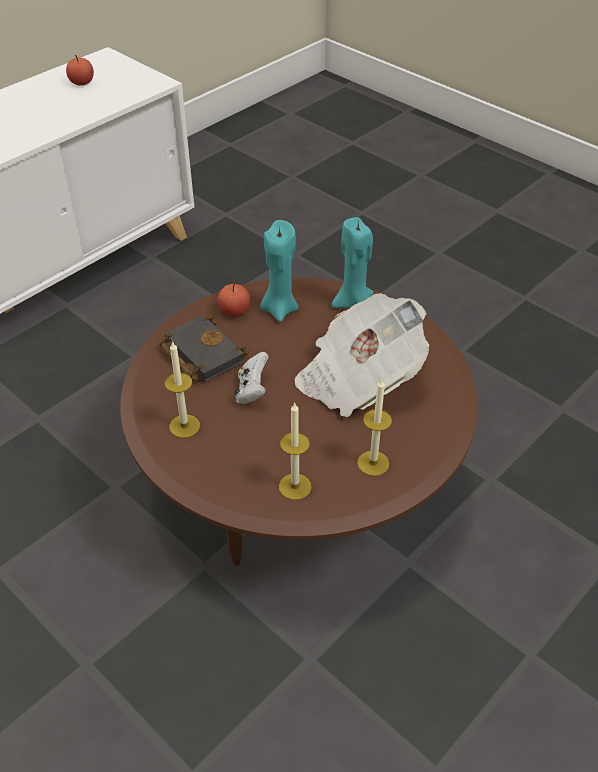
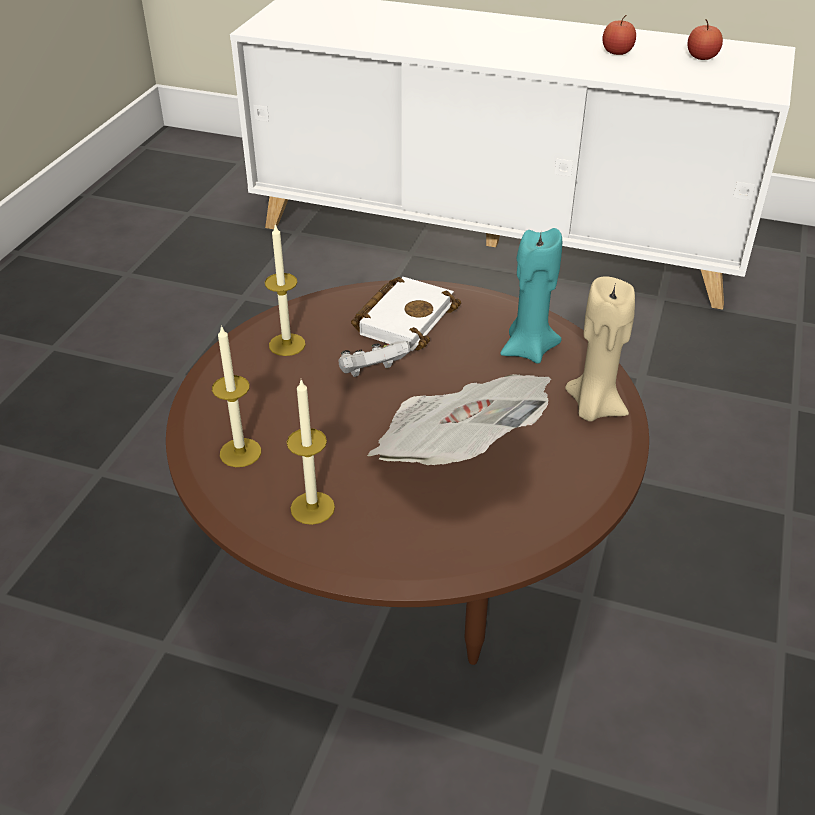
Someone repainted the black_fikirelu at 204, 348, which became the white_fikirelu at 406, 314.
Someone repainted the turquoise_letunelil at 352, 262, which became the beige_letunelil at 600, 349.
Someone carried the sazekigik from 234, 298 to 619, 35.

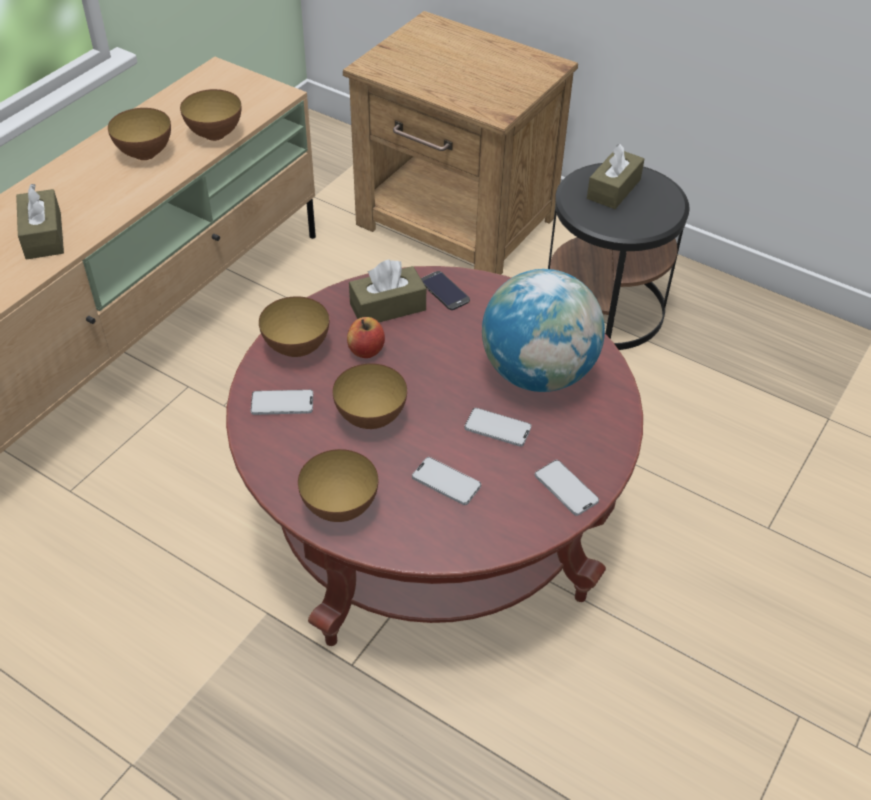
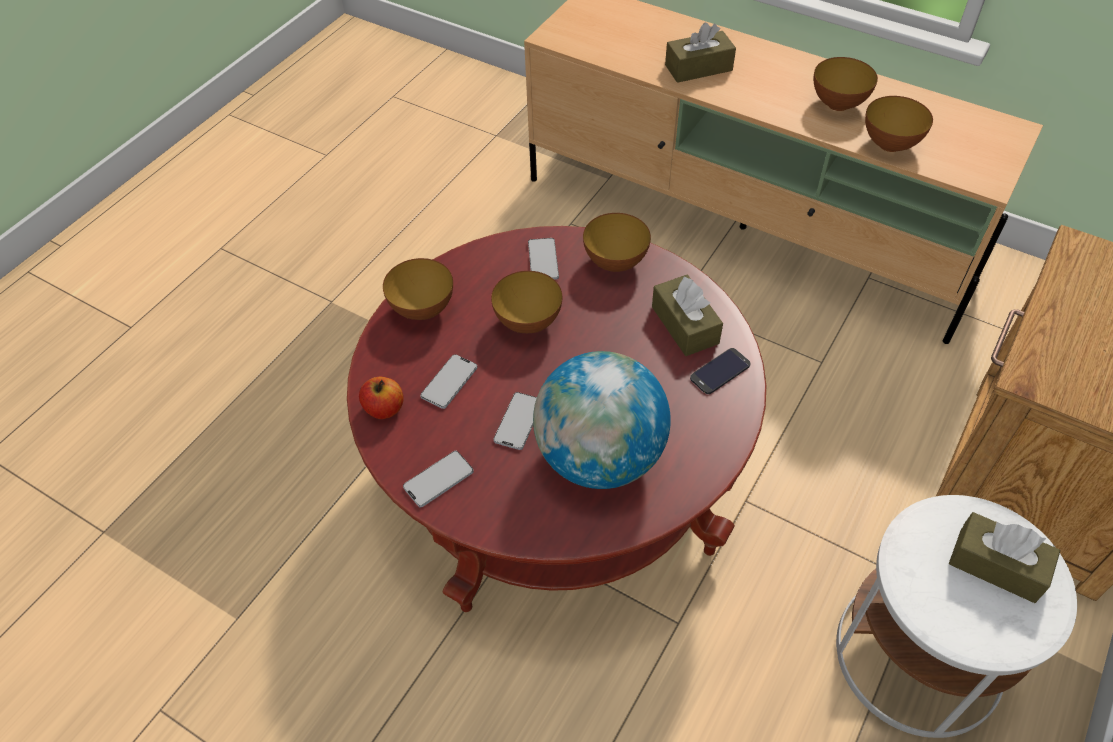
Someone carried the sazekigik from 366, 337 to 381, 398.
Someone repainted the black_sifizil at 618, 256, which became the white_sifizil at 956, 616.

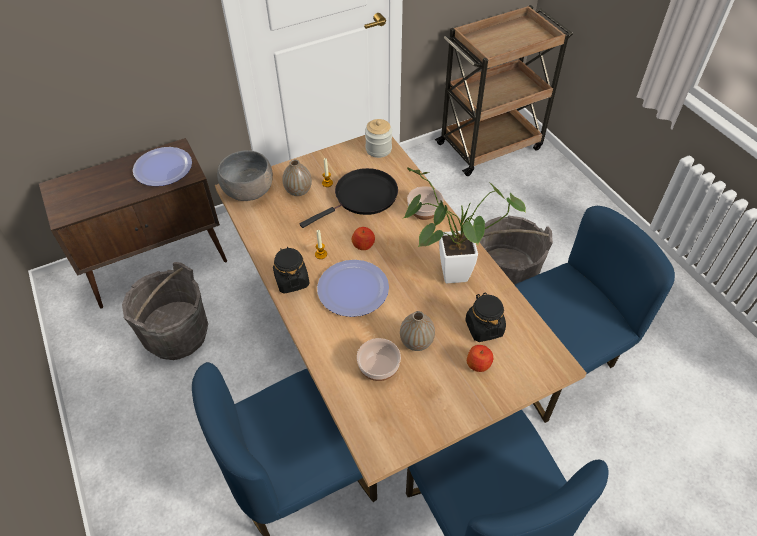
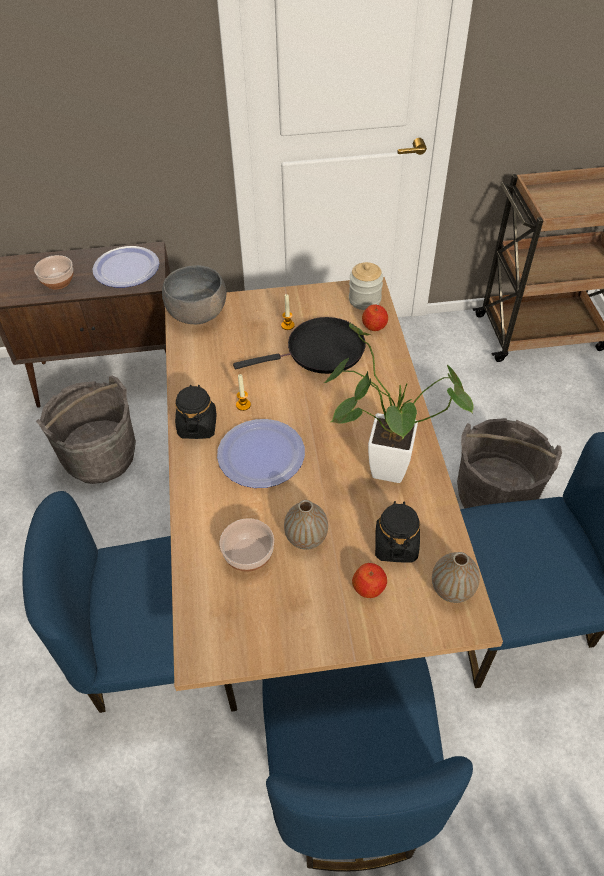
Someone carried the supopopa from 425, 203 to 54, 272.
Someone carried the sazekigik from 363, 238 to 375, 317.
Someone carried the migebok from 297, 178 to 456, 577.

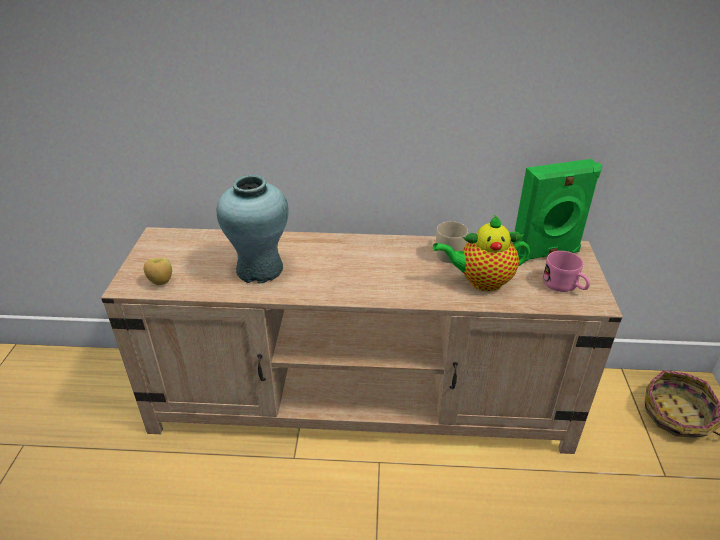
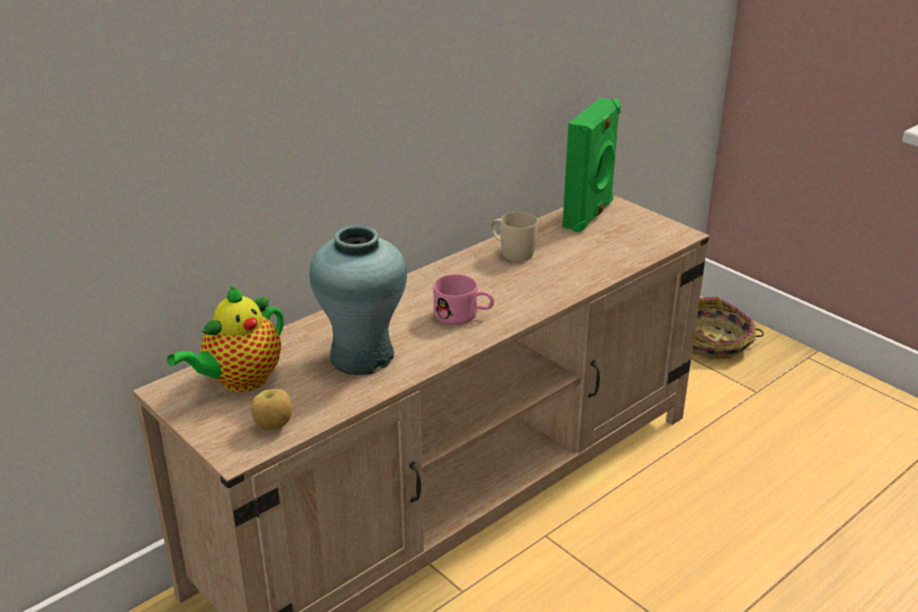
Someone carried the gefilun from 481, 253 to 225, 339.
Someone carried the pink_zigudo from 566, 271 to 463, 299.

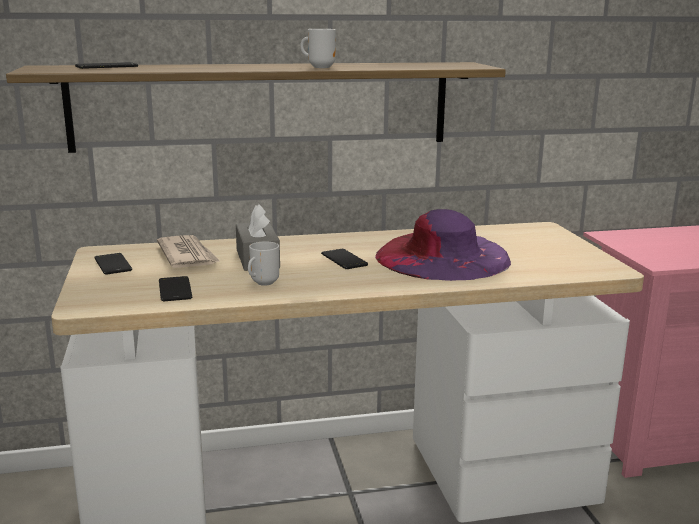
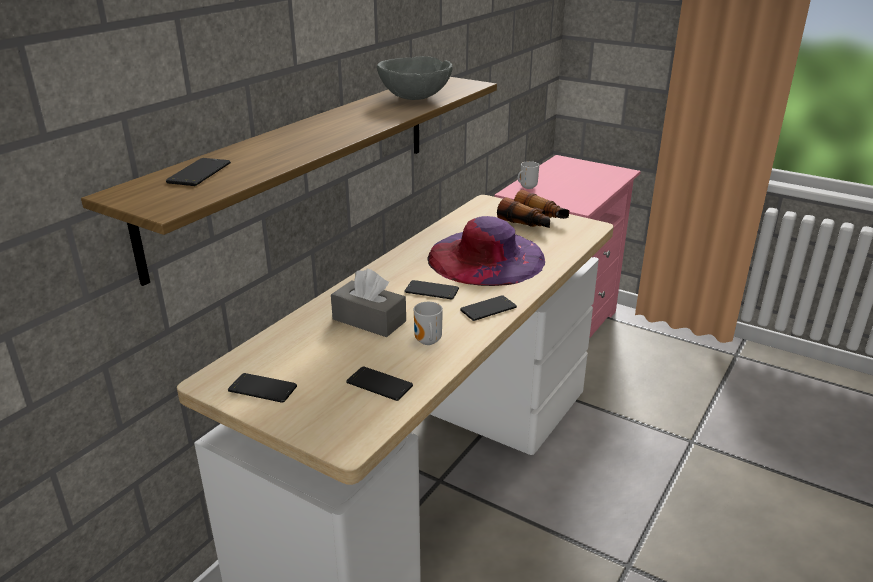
Someone put down the grey_supopopa at 415, 78.
Someone put down the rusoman at 488, 308.
Someone put down the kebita at 533, 209.
Someone carried the zigudo from 318, 48 to 528, 175.
Someone took away the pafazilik at 189, 251.

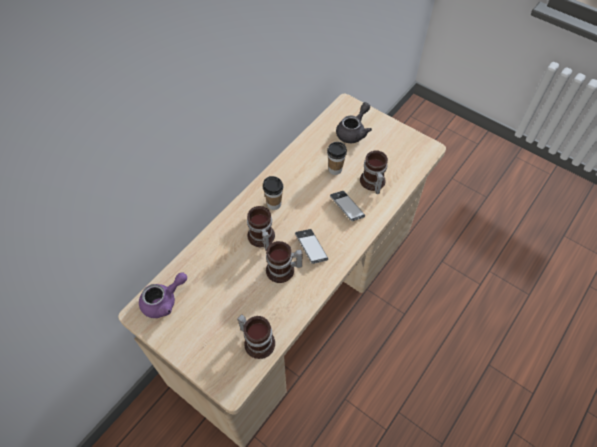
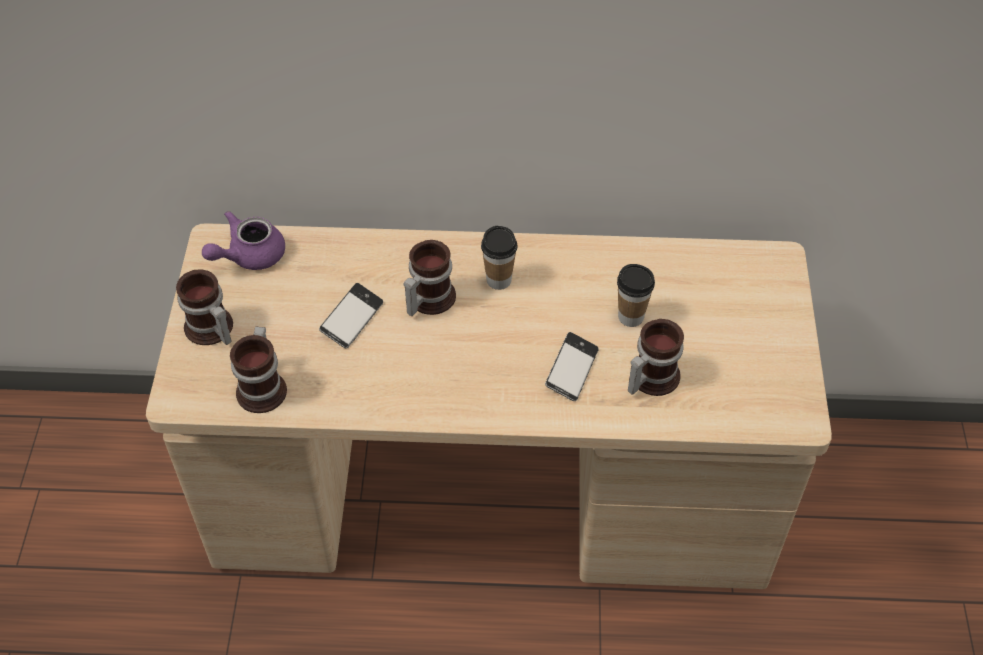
Someone carried the zigudo from 284, 262 to 204, 307.
Someone rotated the purple_gefilun at 163, 295 by 120 degrees clockwise.
Someone carried the rusoman from 311, 246 to 351, 315.
Someone took away the grey_gefilun at 354, 122.

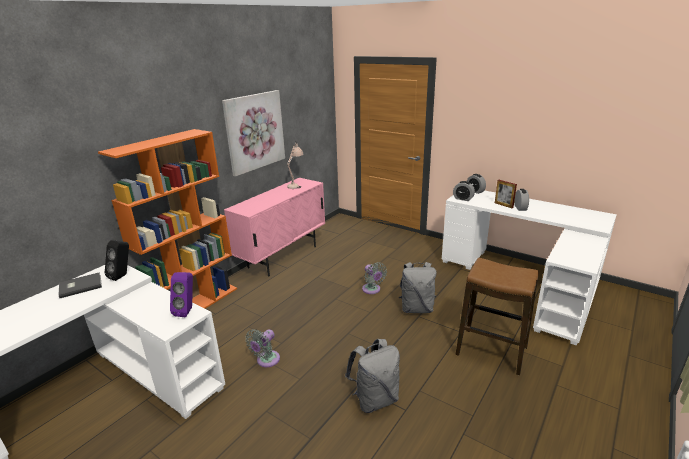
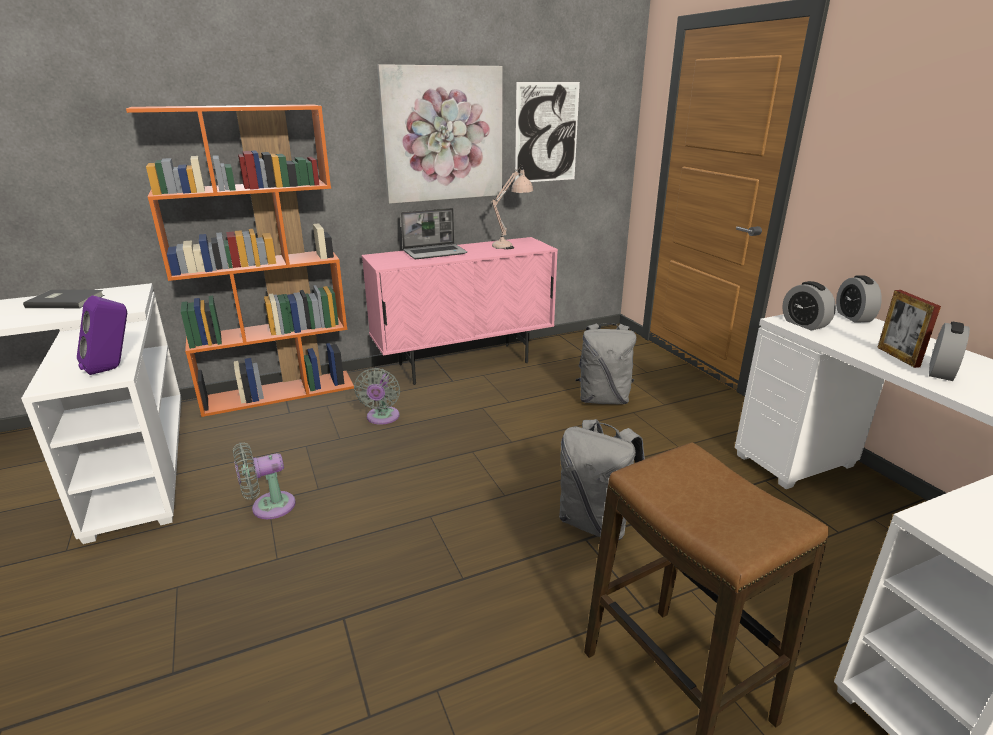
Someone carried the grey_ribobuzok from 374, 278 to 377, 396.
Someone put down the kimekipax at 434, 233.
Someone put up the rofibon at 547, 132.
Someone carried the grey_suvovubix from 372, 376 to 606, 363.
Someone took away the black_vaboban at 117, 260.

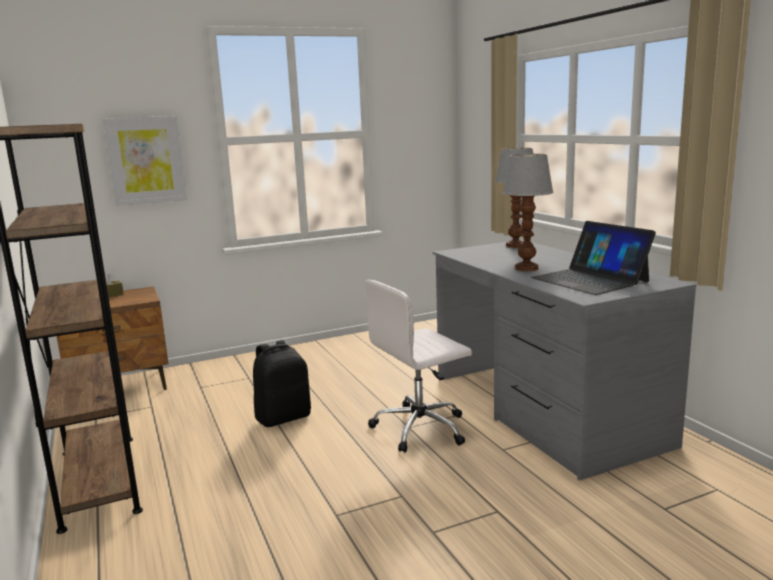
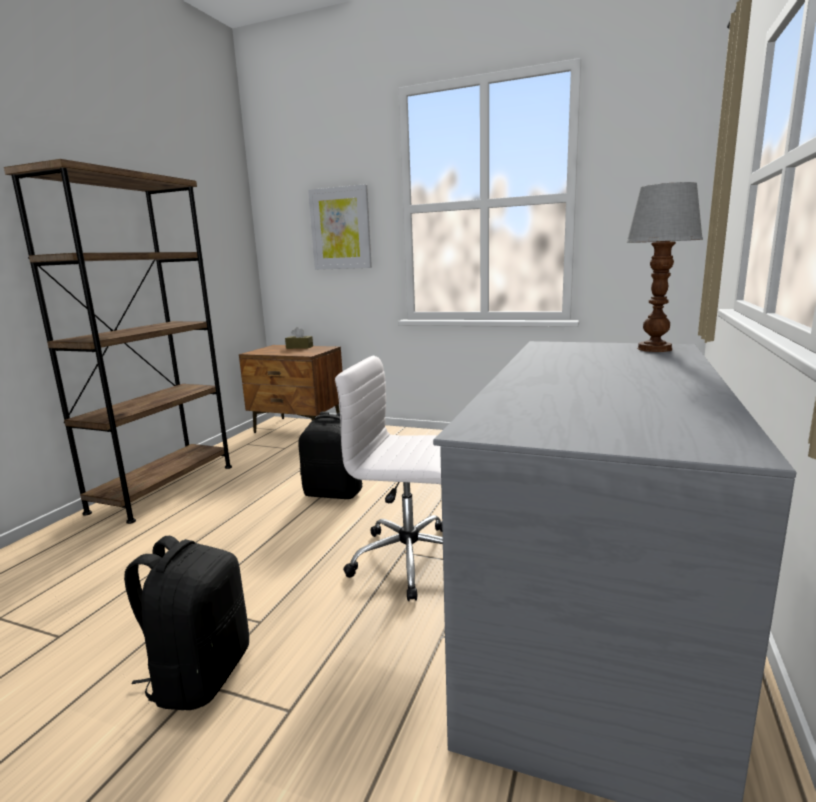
Someone put down the black_suvovubix at 186, 623.
Someone took away the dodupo at 528, 212.
Someone took away the kimekipax at 593, 258.

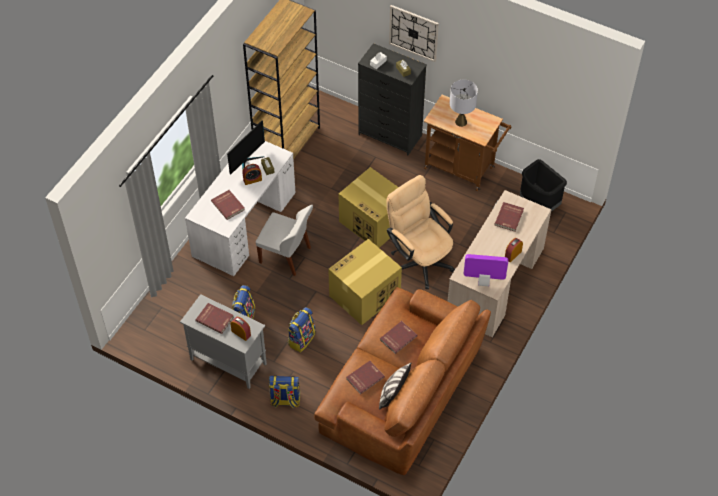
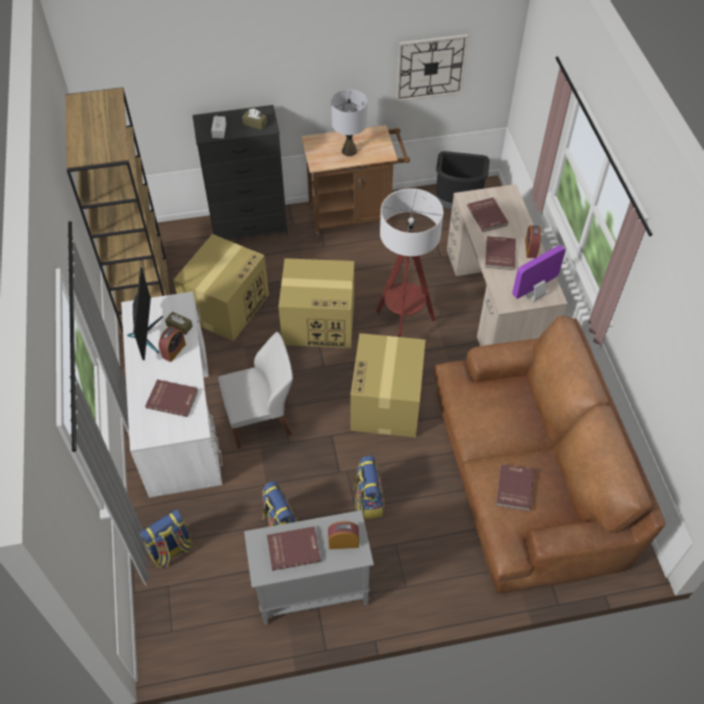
Someone carried the suvovubix from 284, 392 to 166, 538.
Someone put down the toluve at 221, 287.
Someone swapped the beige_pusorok at 420, 232 for the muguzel at 409, 262.
Someone carried the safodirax from 414, 33 to 432, 68.
Someone carried the red_fikirelu from 399, 337 to 500, 253.
Someone took away the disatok at 395, 386.

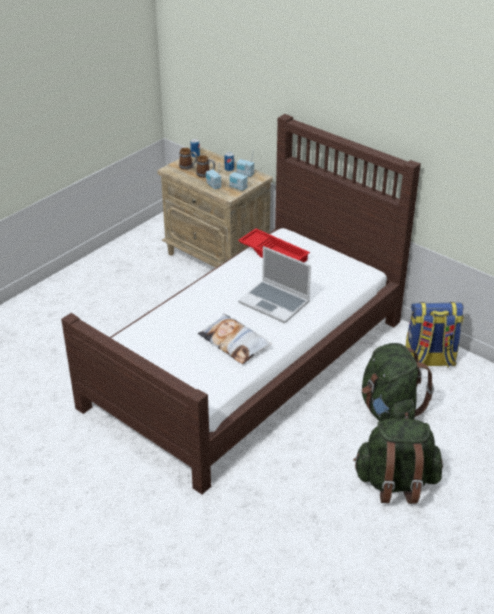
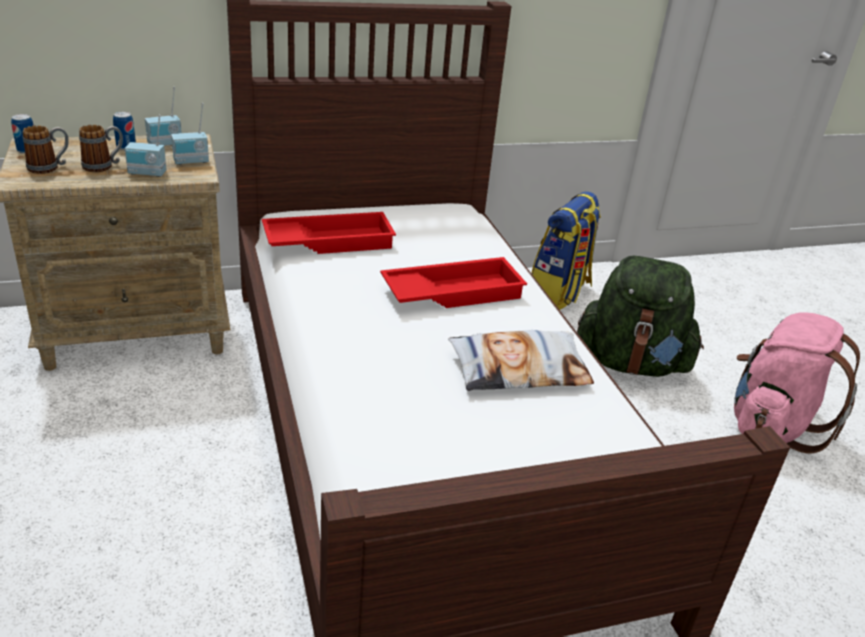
Someone swapped the kimekipax at 274, 284 for the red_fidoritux at 453, 282.
Someone repainted the green_suvovubix at 398, 461, which became the pink_suvovubix at 797, 383.

